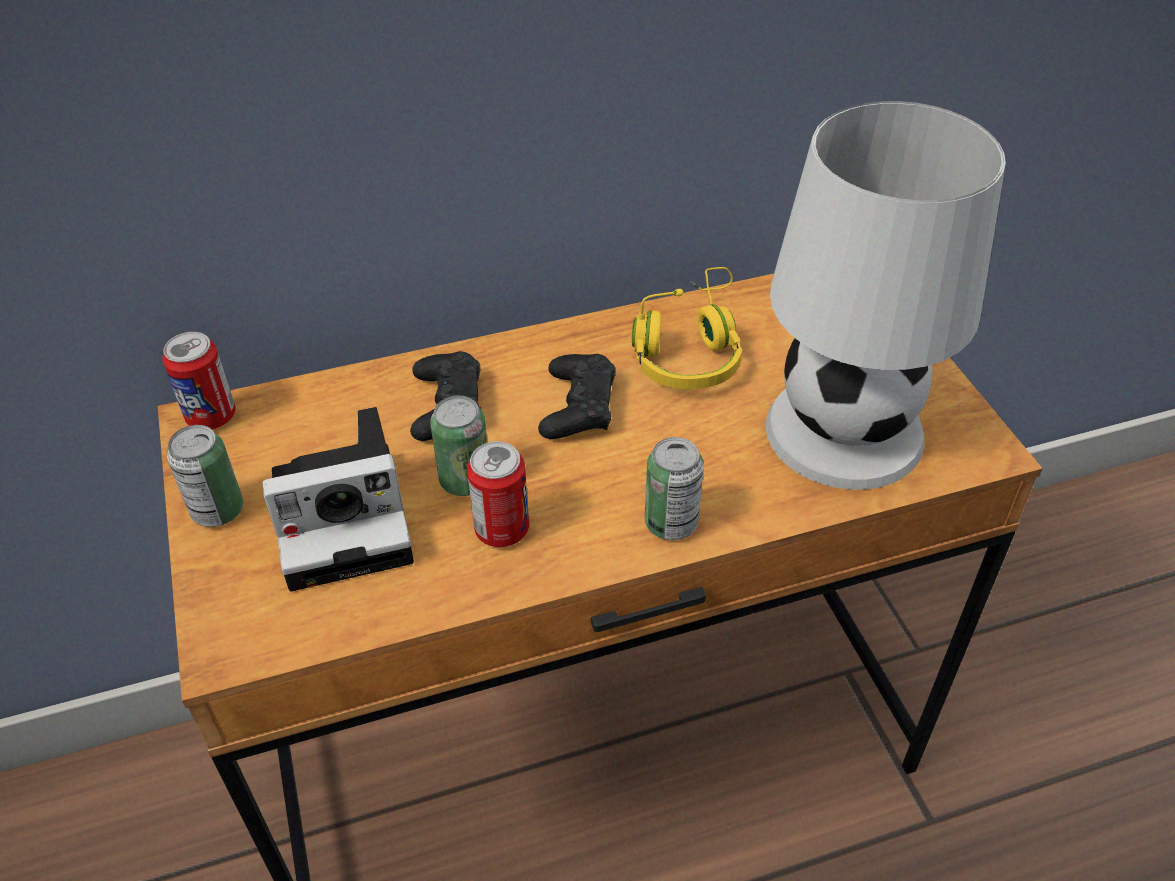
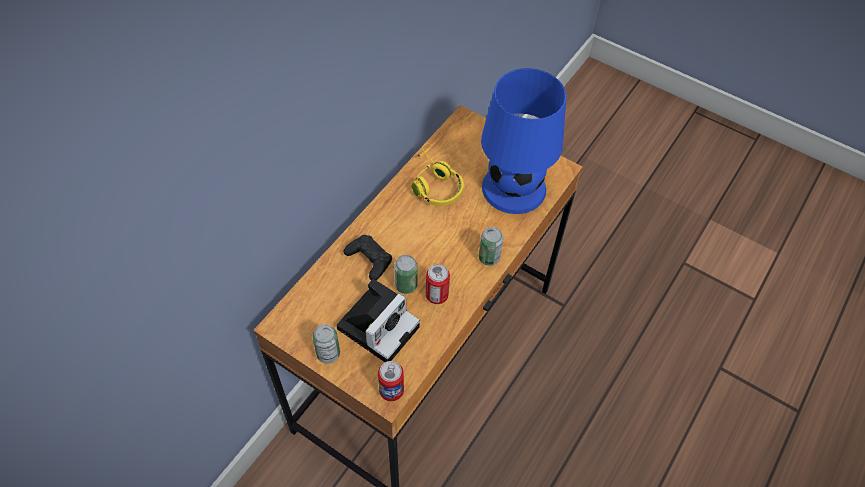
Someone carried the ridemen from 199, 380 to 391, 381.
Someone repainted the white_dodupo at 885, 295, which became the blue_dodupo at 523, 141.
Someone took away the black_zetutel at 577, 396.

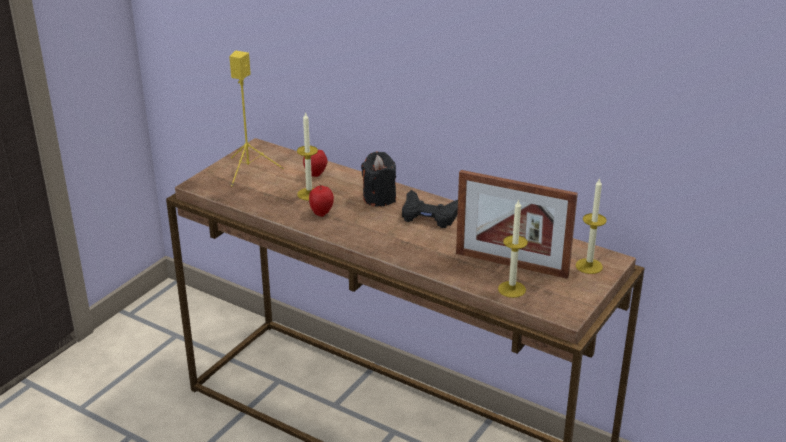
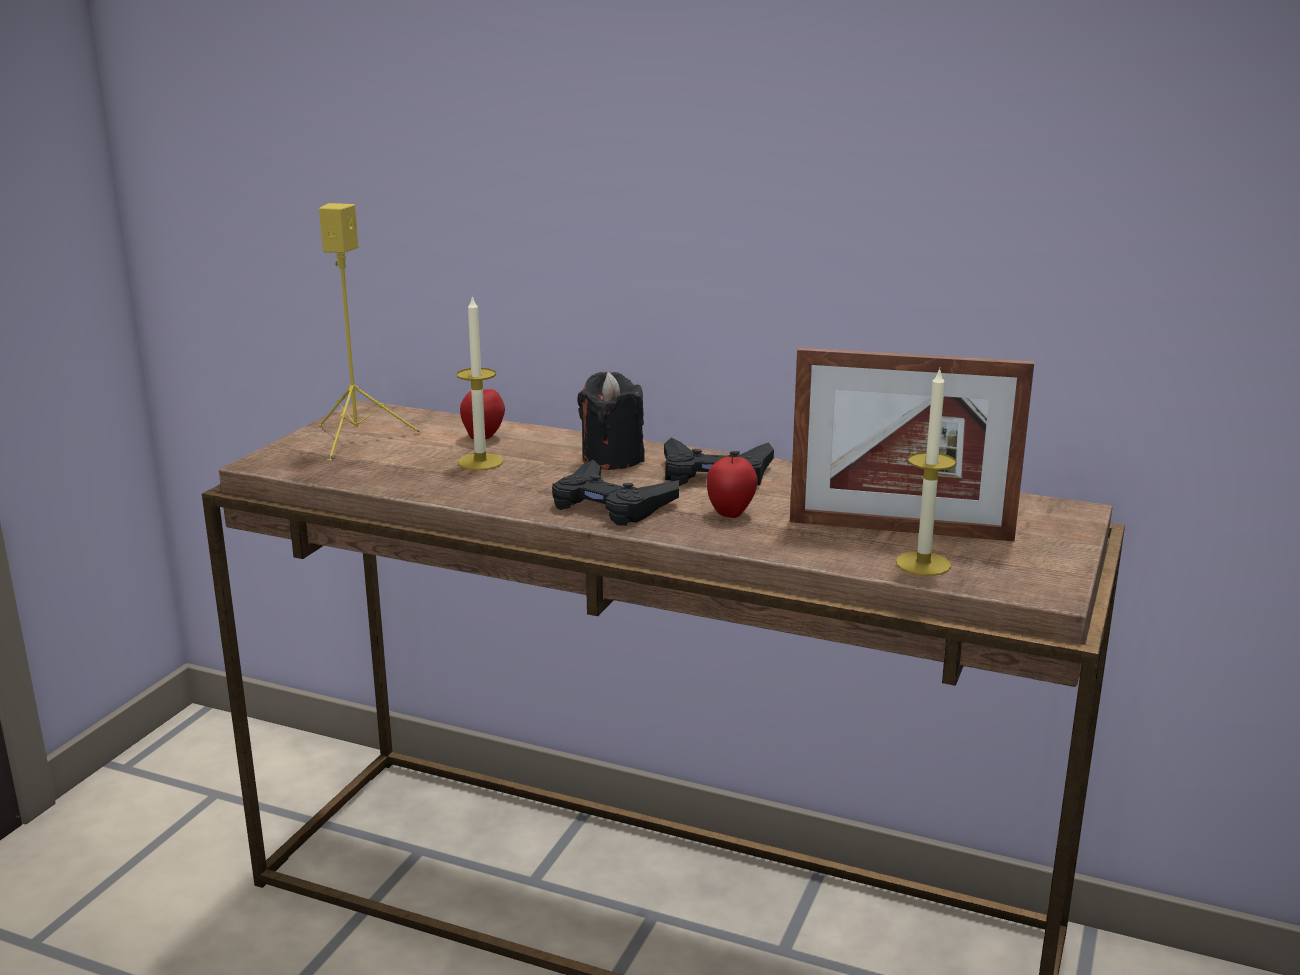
Someone put down the black_zetutel at 615, 493.
Someone carried the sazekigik from 321, 201 to 732, 485.
Someone took away the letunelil at 591, 226.

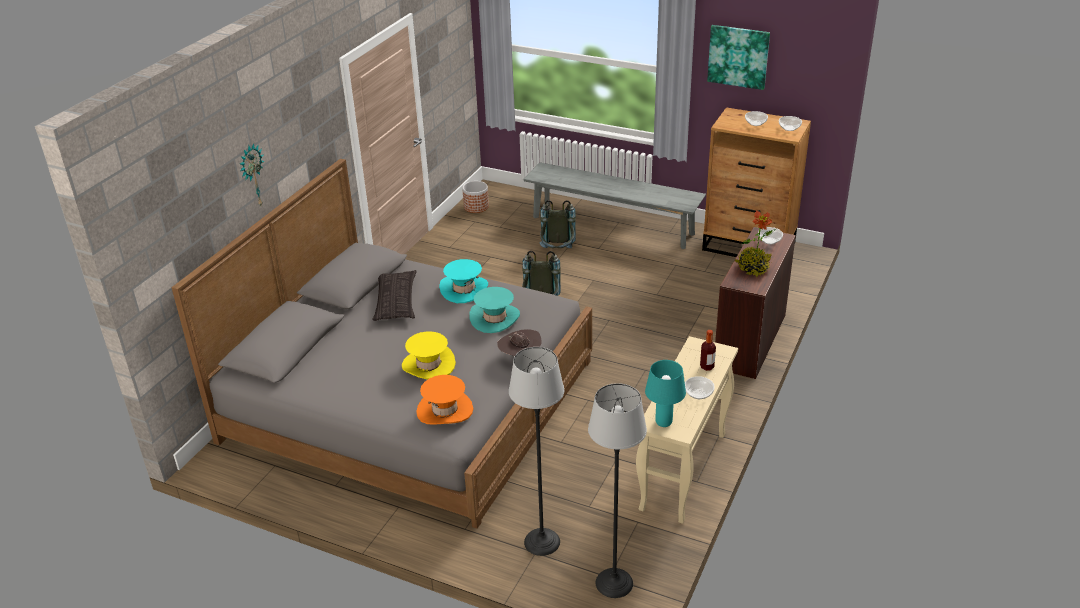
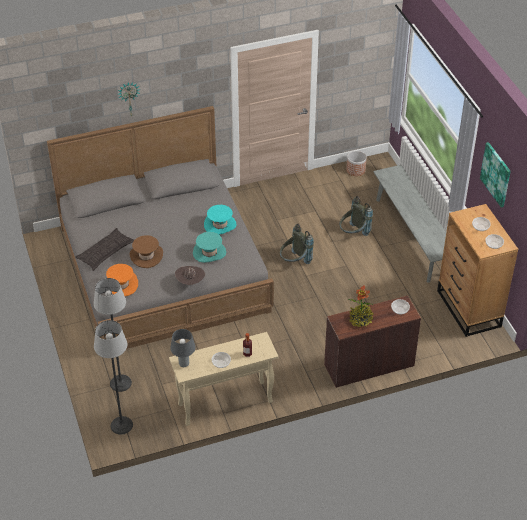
Someone carried the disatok from 394, 295 to 104, 249.
Someone repainted the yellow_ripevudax at 429, 355, which became the brown_ripevudax at 146, 251.
Someone repainted the turquoise_dodupo at 665, 393, which became the grey_dodupo at 183, 348.

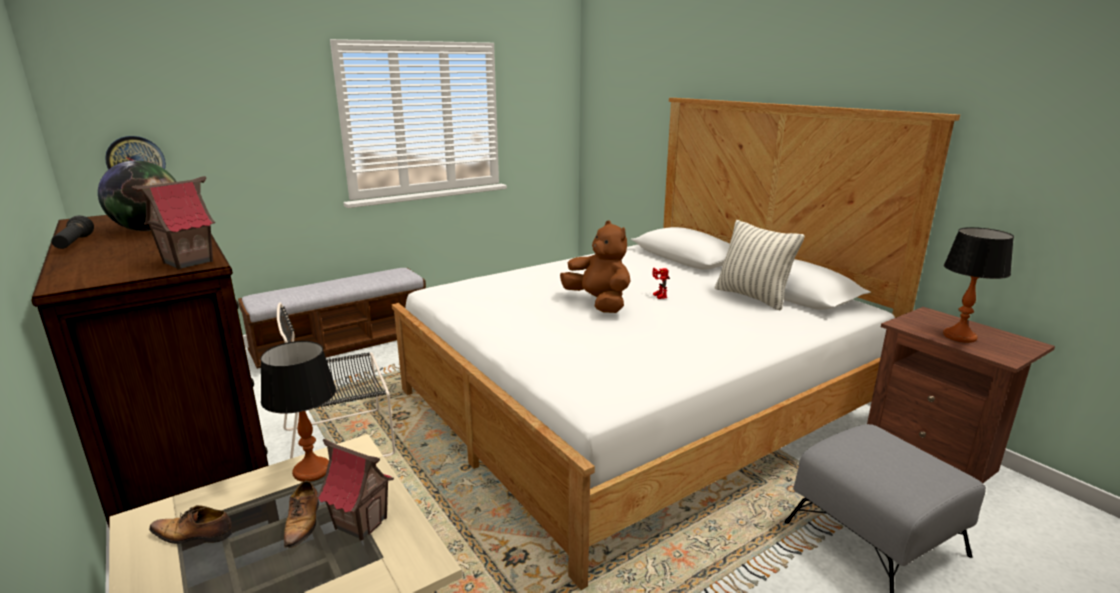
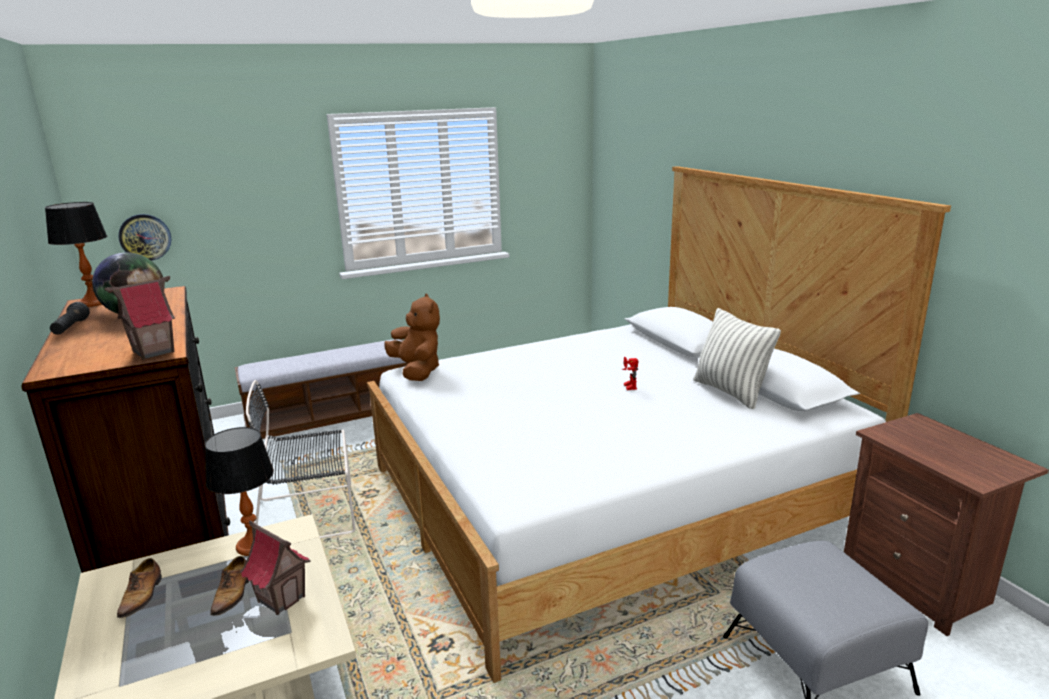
Someone carried the dodupo from 978, 285 to 76, 254.
Someone rotated the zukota at 190, 524 by 105 degrees counterclockwise.
Someone carried the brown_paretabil from 595, 267 to 412, 337.

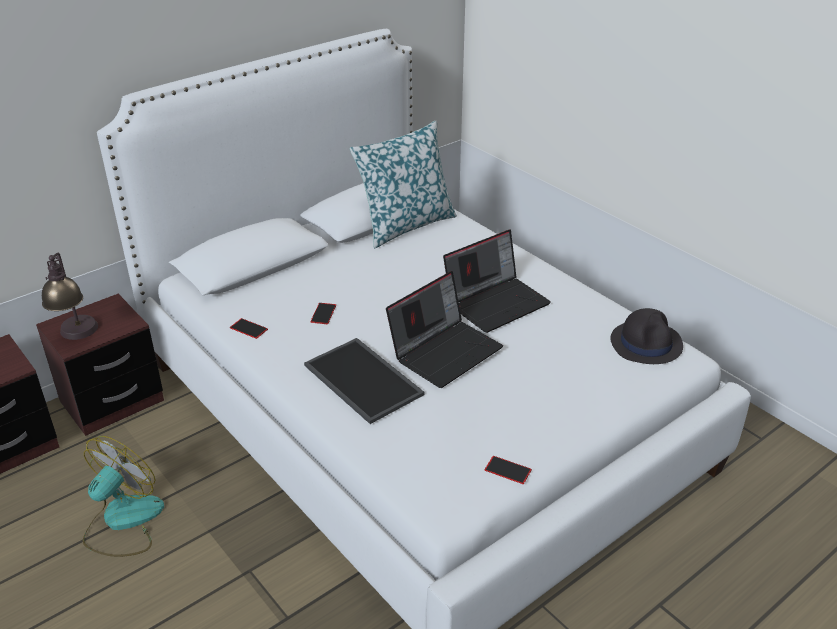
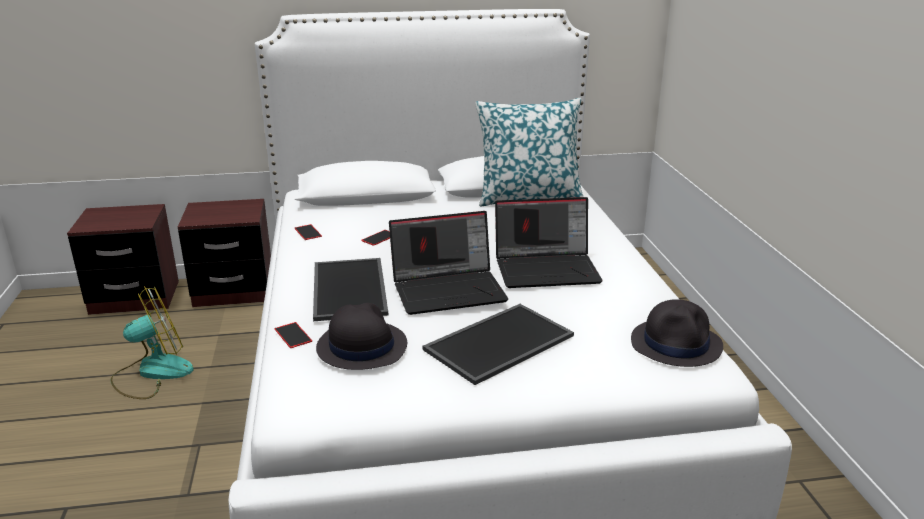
Someone carried the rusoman from 508, 470 to 293, 335.
Someone put down the black_ripevudax at 361, 336.
Someone put down the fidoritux at 498, 344.
Someone took away the dodupo at 70, 296.

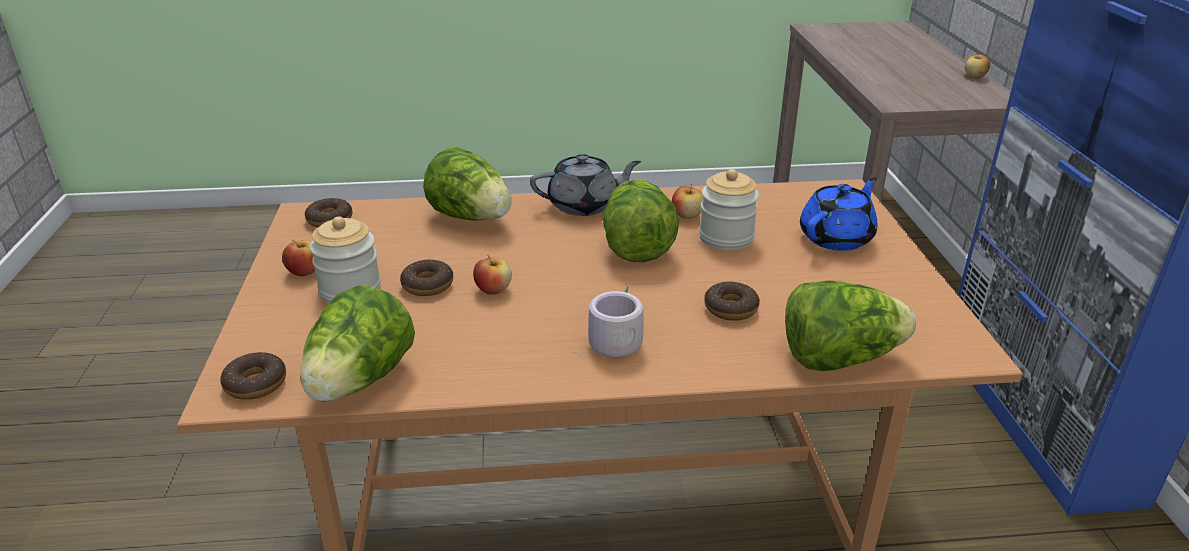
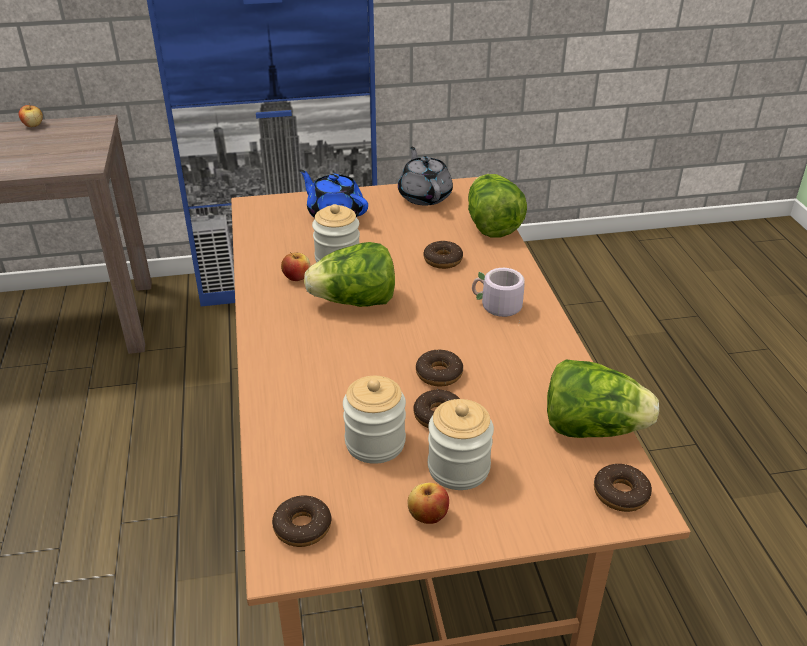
Someone put down the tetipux at 374, 420.
Someone carried the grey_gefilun from 586, 185 to 425, 176.
Someone swapped the sazekigik at 492, 274 for the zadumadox at 439, 368.
Someone took away the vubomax at 467, 183.

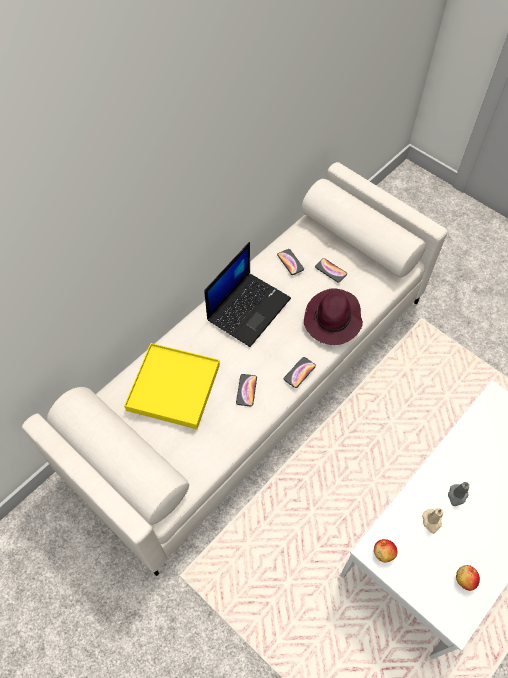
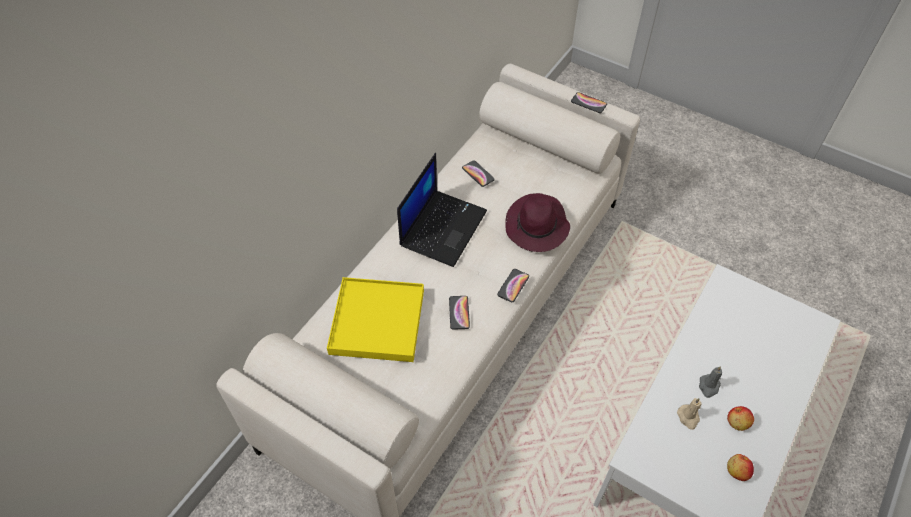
Someone carried the rusoman from 331, 270 to 589, 102.
Someone carried the sazekigik from 385, 550 to 740, 418.

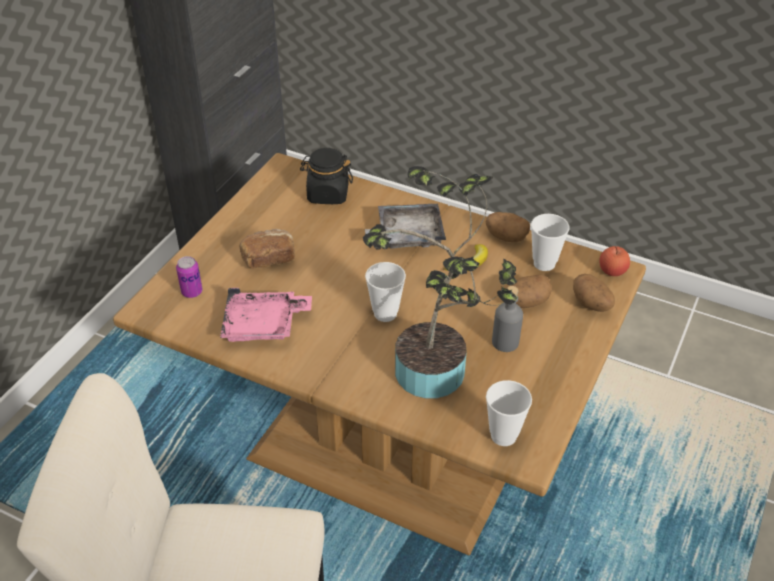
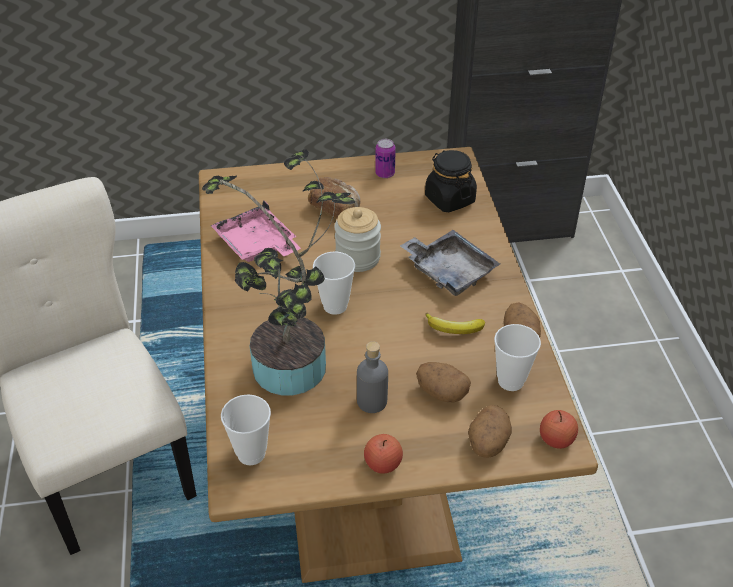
Someone put down the tetipux at 357, 239.
Someone put down the sazekigik at 383, 454.
Someone carried the ridemen from 189, 277 to 385, 158.

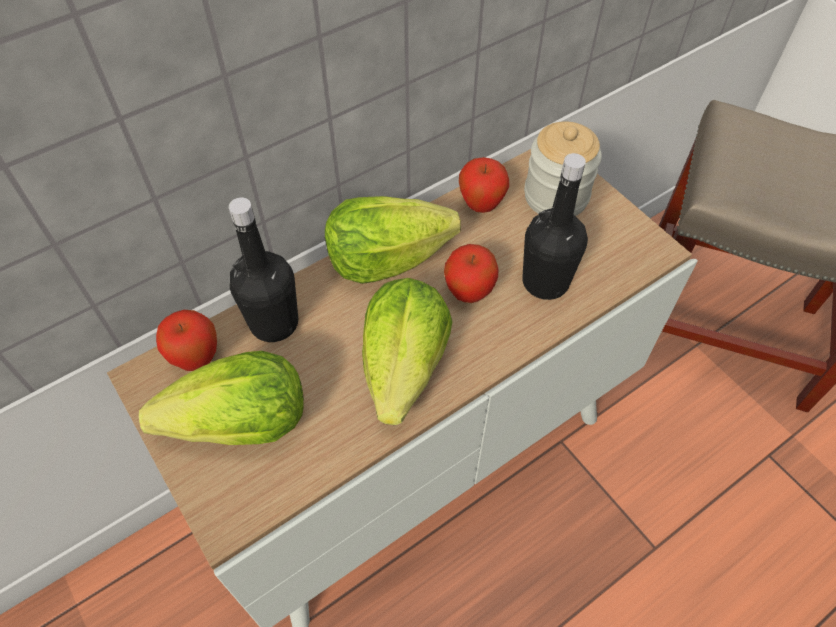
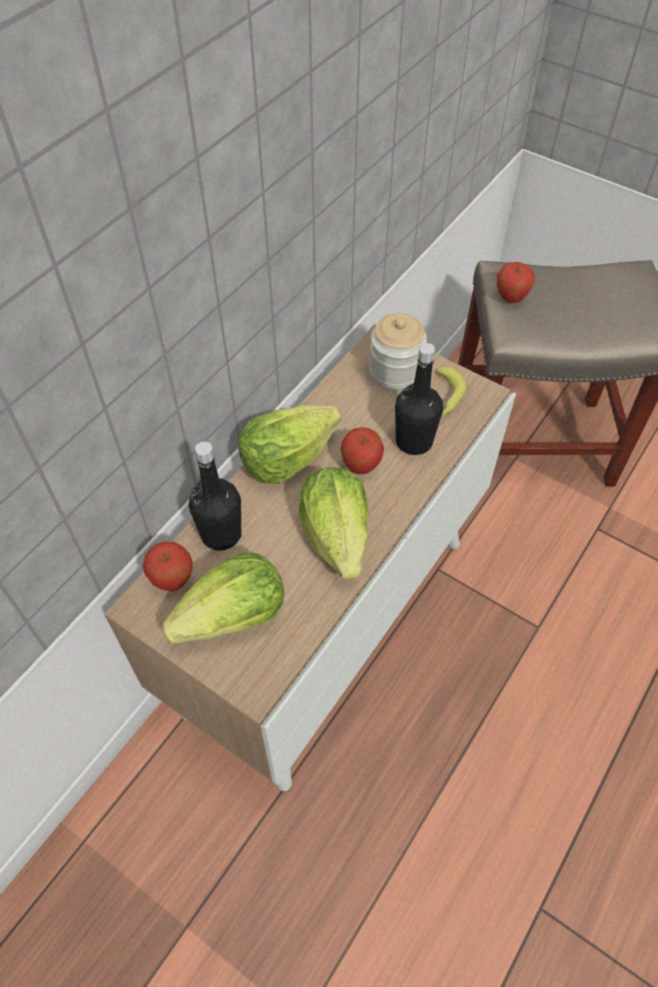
Someone put down the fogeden at 451, 392.
Someone carried the sazekigik from 484, 185 to 516, 282.

